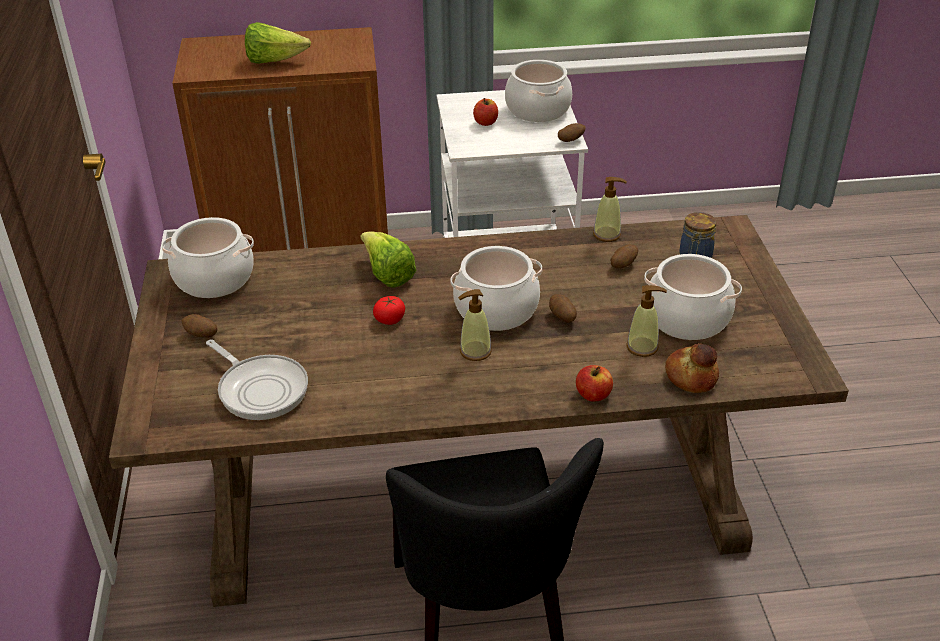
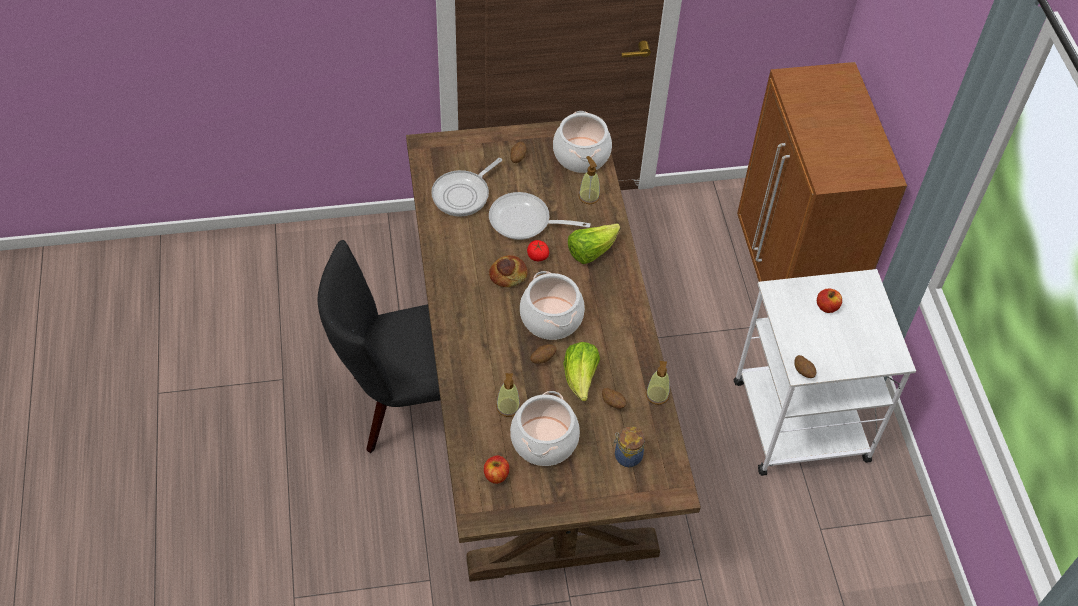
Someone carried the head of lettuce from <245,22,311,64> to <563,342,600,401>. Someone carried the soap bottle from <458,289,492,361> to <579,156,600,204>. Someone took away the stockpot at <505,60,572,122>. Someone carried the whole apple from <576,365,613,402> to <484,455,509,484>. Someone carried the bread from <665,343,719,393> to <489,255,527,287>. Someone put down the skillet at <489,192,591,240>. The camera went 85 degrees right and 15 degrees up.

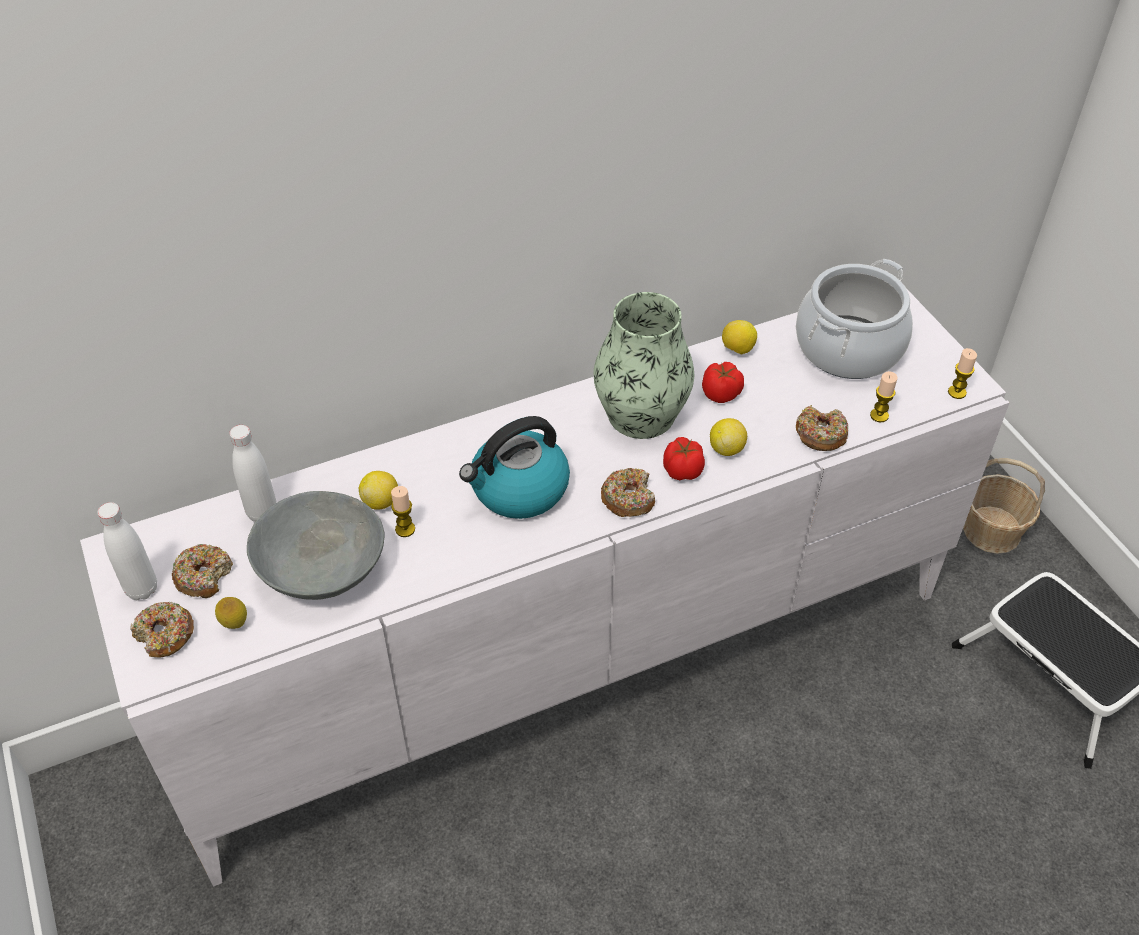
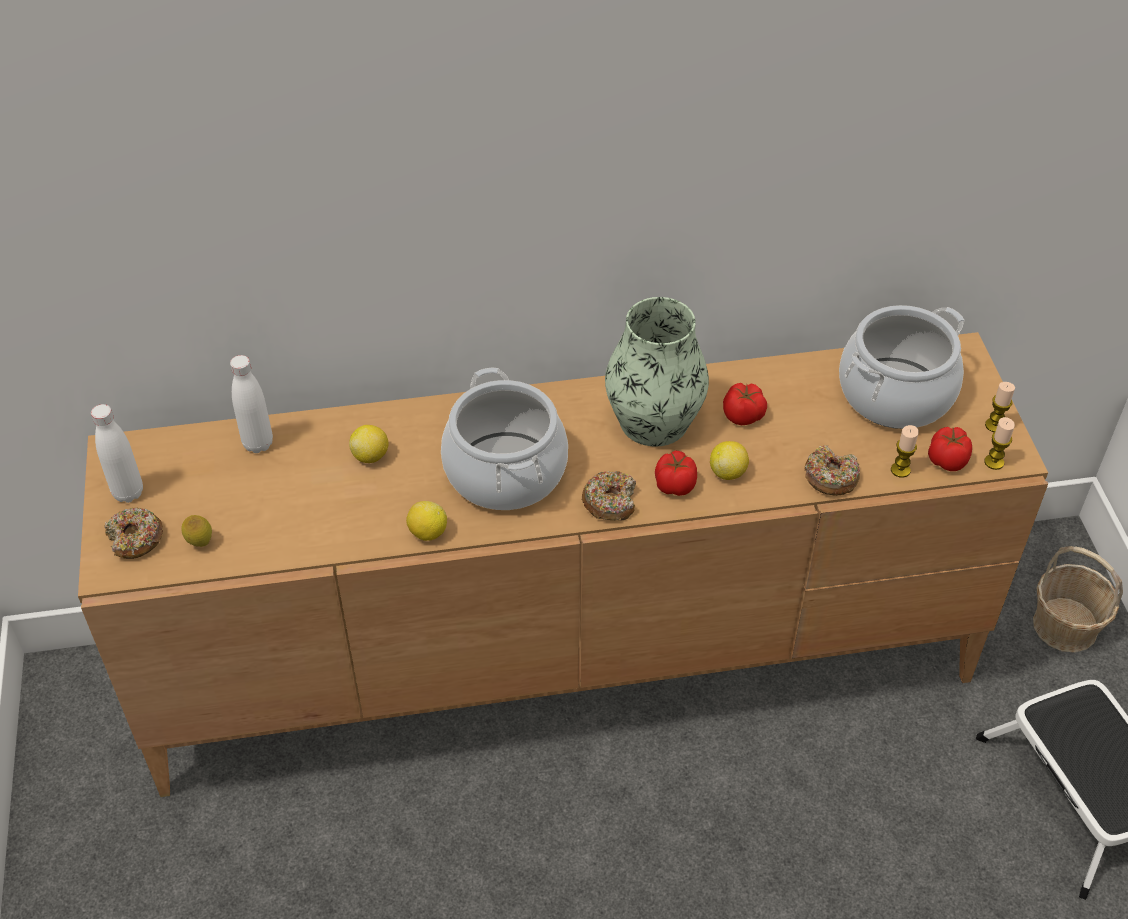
Someone repainted the white storage cabinet at <80,288,1010,887>, which became the brown storage cabinet at <78,332,1048,797>. Someone took away the ring doughnut at <172,544,233,598>. Someone took away the grey bowl at <247,491,385,600>. Someone carried the candle from <391,486,415,537> to <985,382,1015,432>. Someone swapped the water kettle at <459,416,570,519> for the stockpot at <441,367,568,510>. Someone carried the citrus fruit from <722,320,757,354> to <406,501,447,541>. Someone put down the whole tomato at <928,427,972,471>. The camera went 15 degrees right and 0 degrees up.

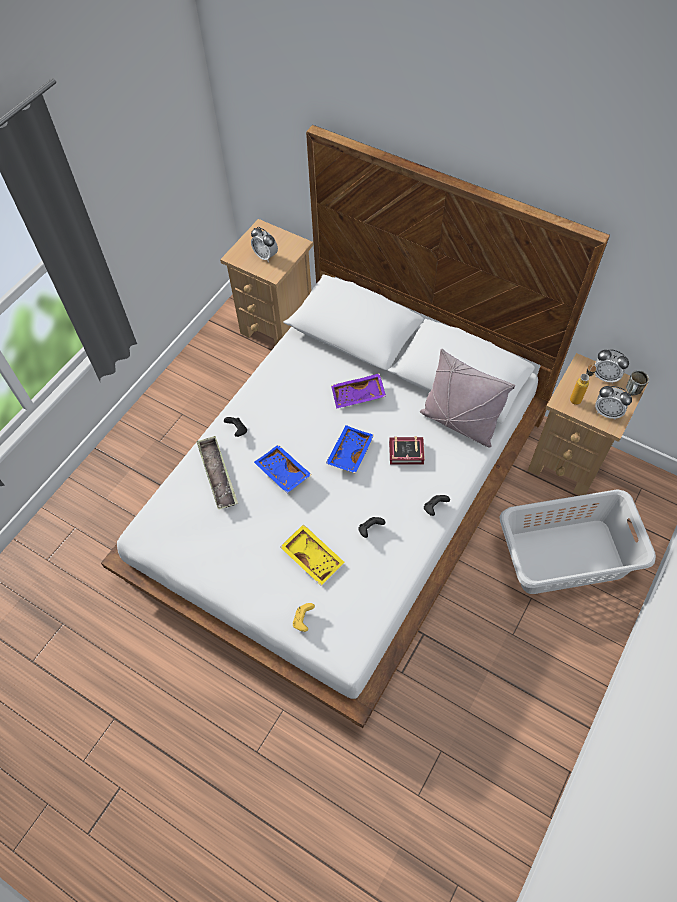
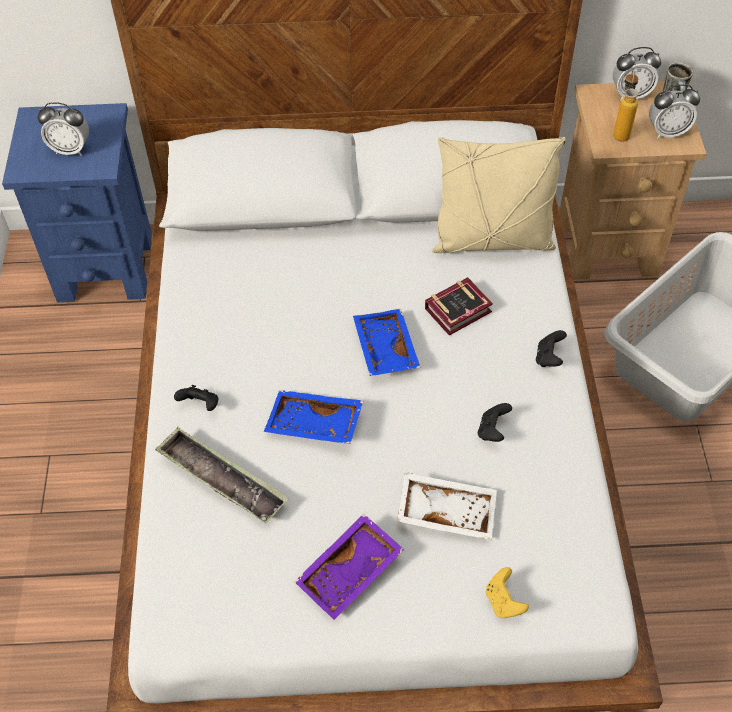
Someone repainted the beige-coloured night table at <220,219,313,346>, which became the bluish night table at <2,103,152,303>. Someone repainted the yellow tray at <280,524,344,586>, which became the white tray at <397,472,497,540>. Someone carried the purplish tray from <331,373,386,409> to <294,513,404,620>. Someone repainted the purplish cushion at <420,349,515,448>, which became the beige-coloured cushion at <433,137,566,253>. The camera went 35 degrees left and 5 degrees down.

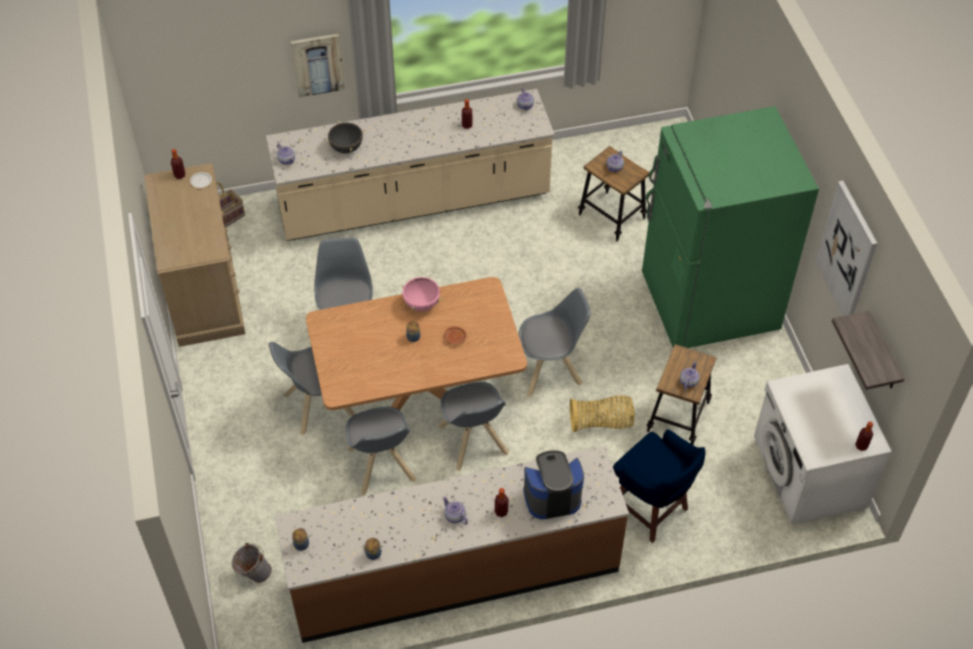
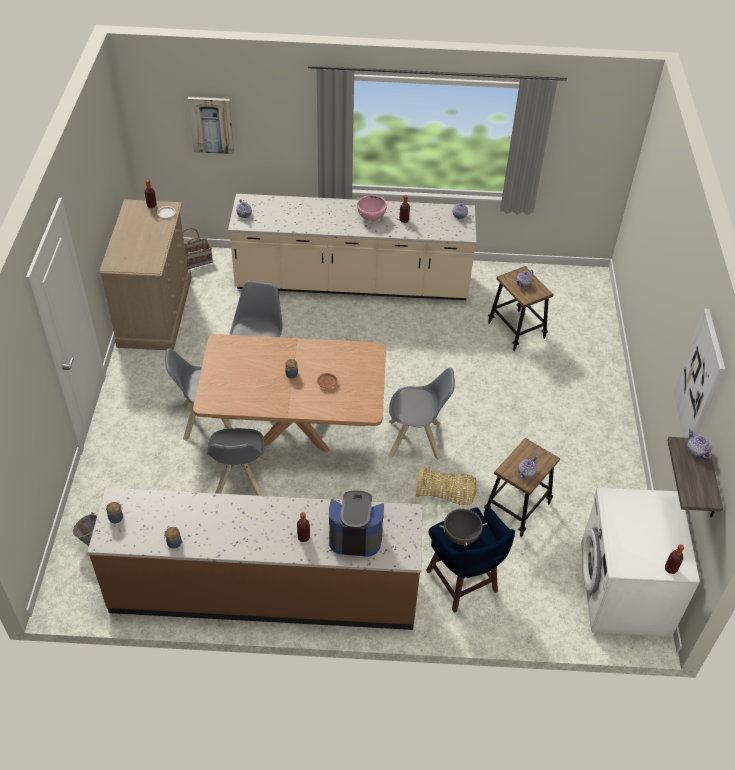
Someone carried the picture from <291,34,345,97> to <188,97,234,154>. Someone carried the black-coloured stockpot from <324,121,366,154> to <439,505,487,546>. Someone carried the pink stockpot from <400,275,443,311> to <357,195,387,221>. Someone took away the grey upright chair at <438,382,509,471>. Someone carried the pot for tea from <443,497,468,524> to <687,429,711,459>. Someone took away the green-coloured refrigerator at <642,106,819,348>. The camera went 15 degrees right and 5 degrees down.

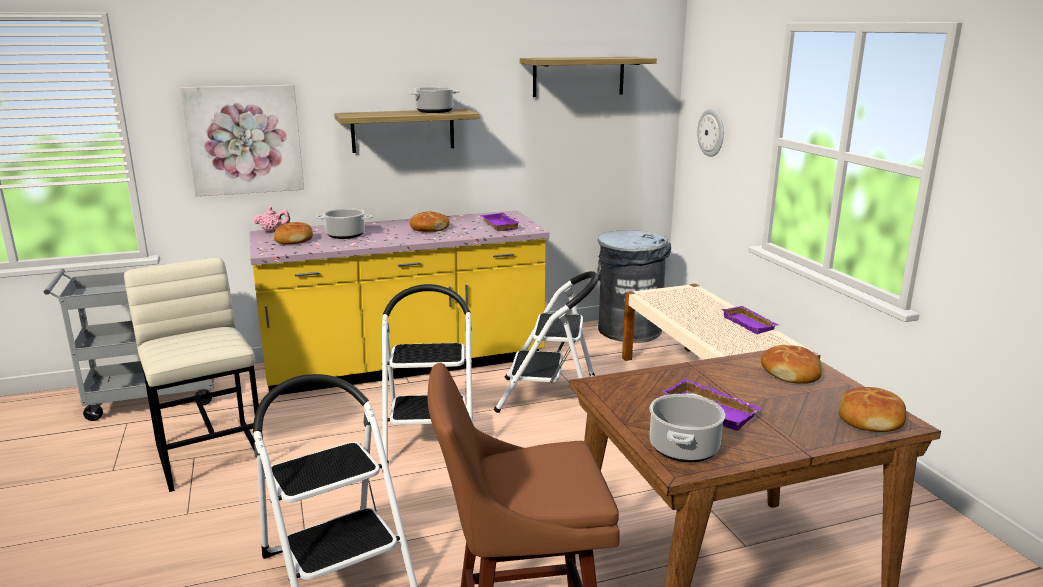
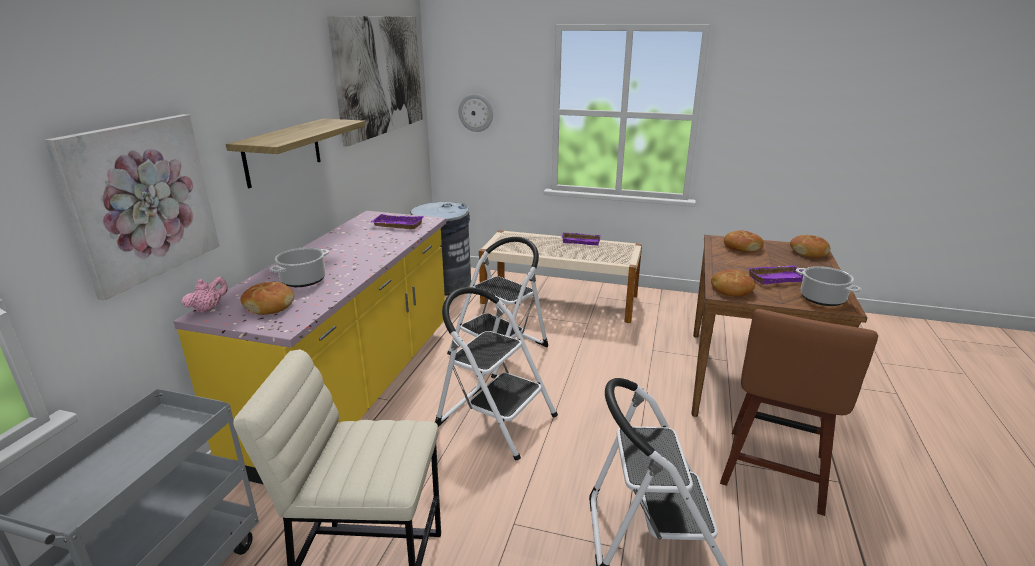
Someone took away the stockpot at <408,87,460,113>. Someone carried the bread from <410,211,450,232> to <711,269,755,297>. Someone swapped the shelf at <520,57,657,97> for the picture at <327,16,423,146>. The camera went 55 degrees left and 5 degrees up.

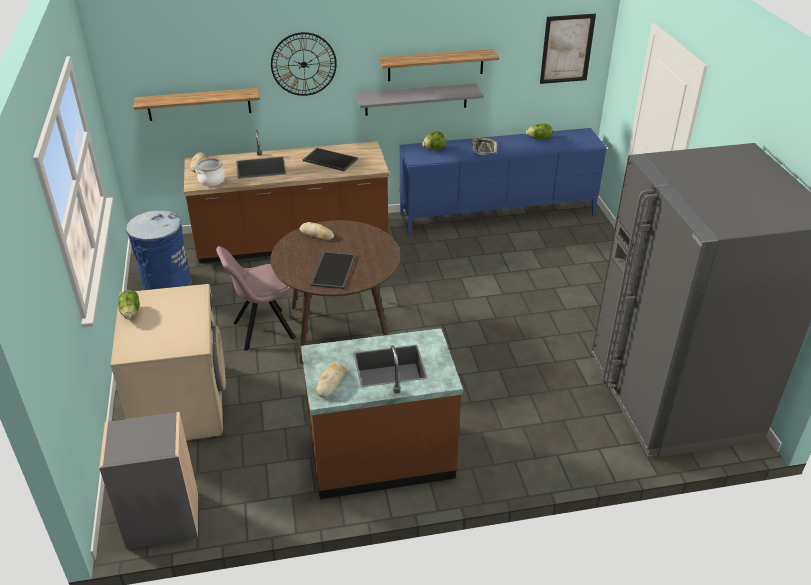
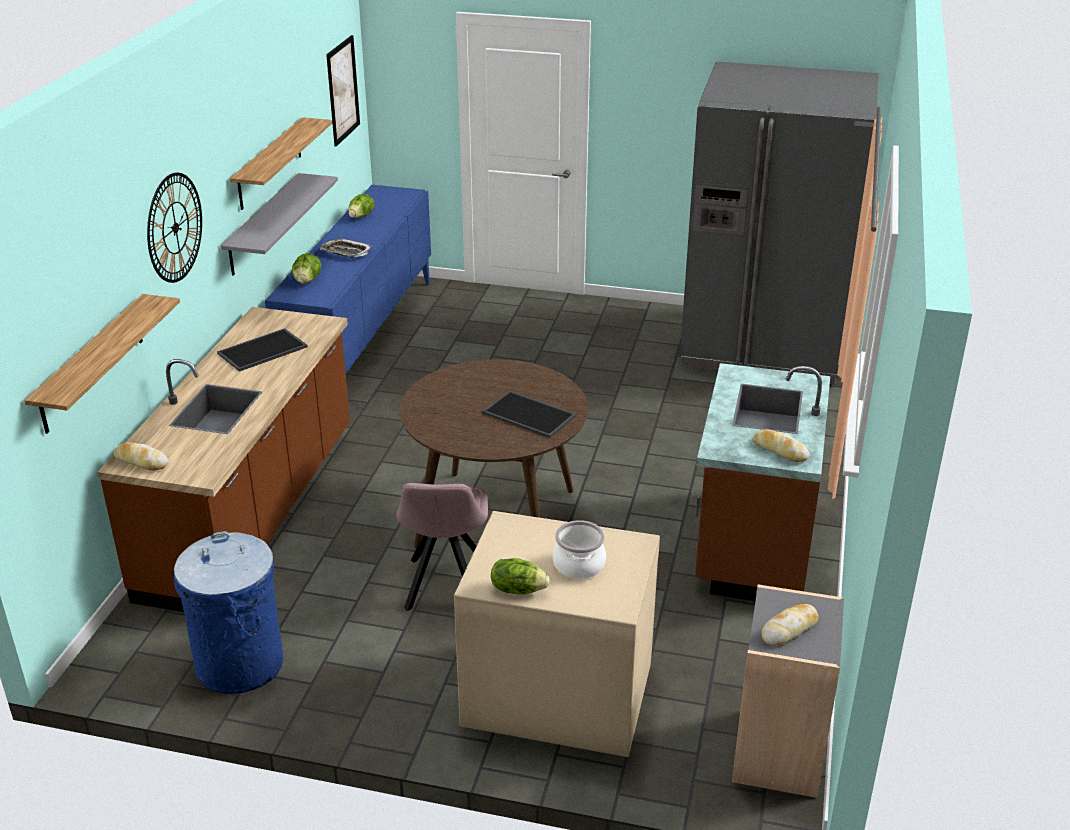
Someone carried the stockpot from <195,158,225,186> to <553,520,606,579>. Someone carried the bread from <300,222,334,241> to <761,604,818,646>. The camera went 65 degrees left and 5 degrees down.

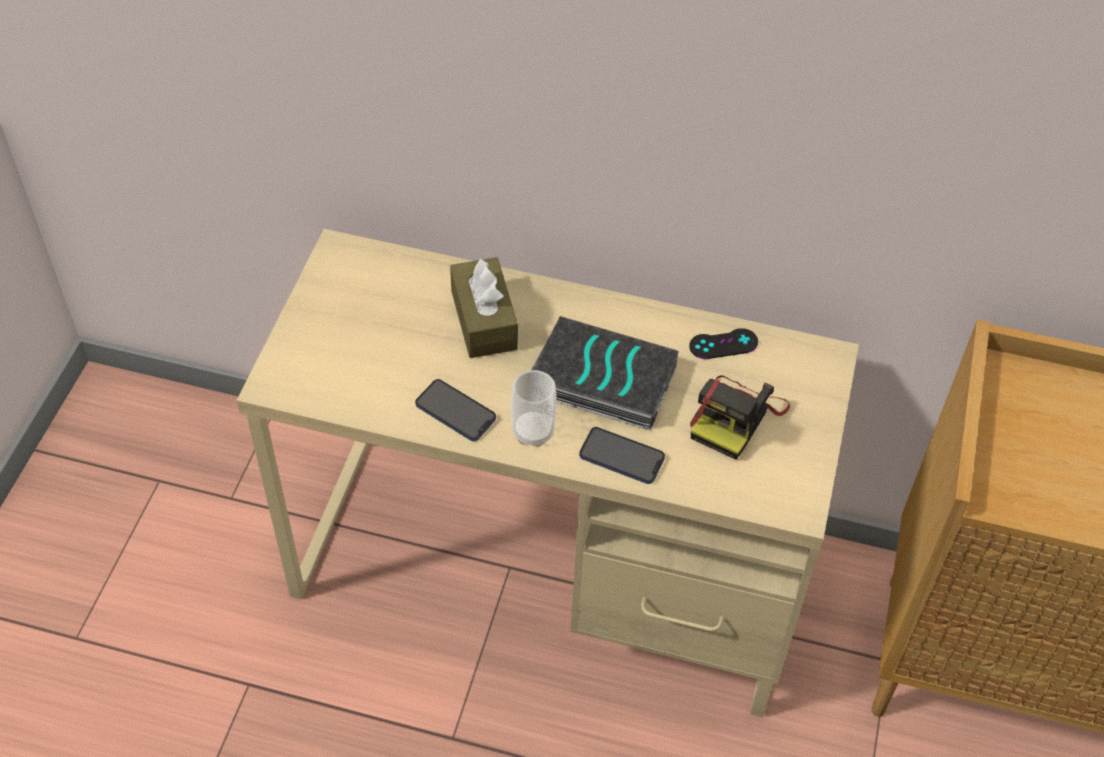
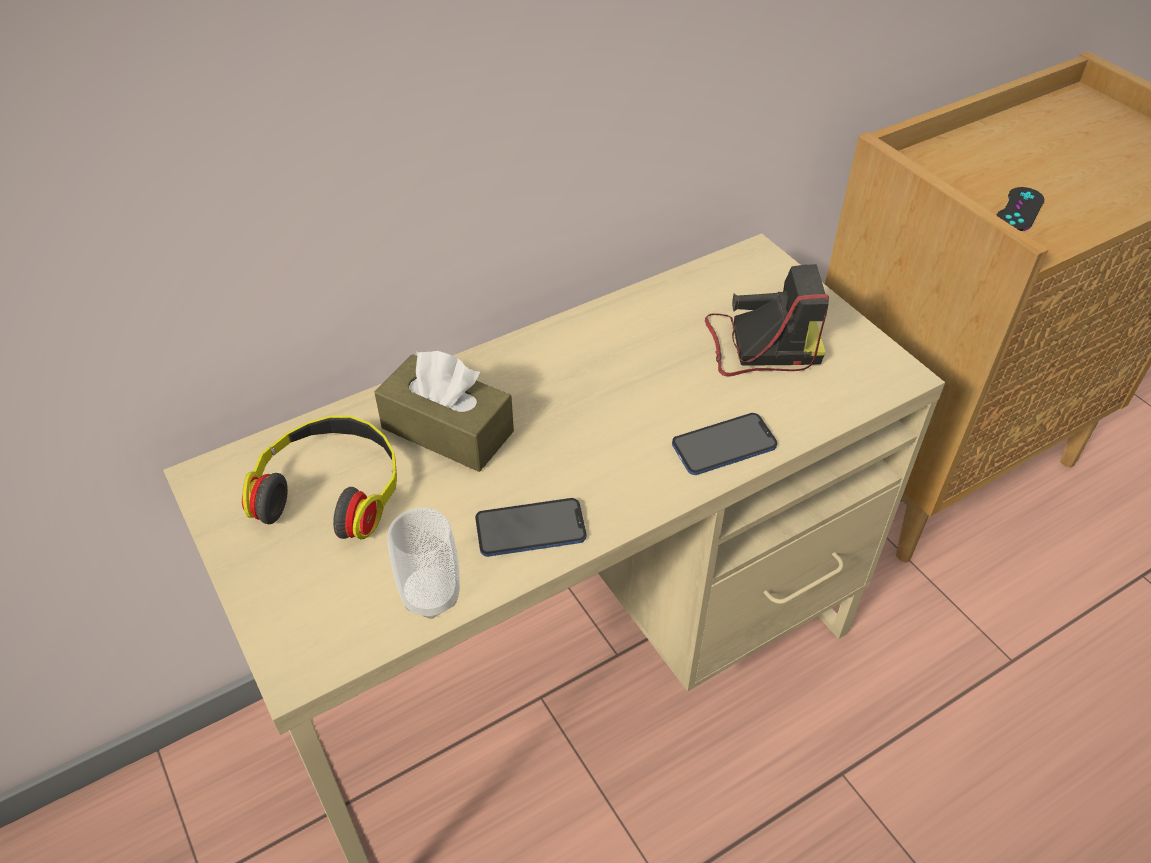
Someone carried the cup from <511,370,557,447> to <387,508,460,619>. Someone took away the book at <532,316,678,431>. Someone carried the black-coloured game controller from <689,328,758,359> to <996,187,1045,231>. Someone rotated the still camera at <690,375,790,460> by 75 degrees counterclockwise. Someone put down the headphones at <242,416,397,539>. The camera went 45 degrees left and 5 degrees down.

